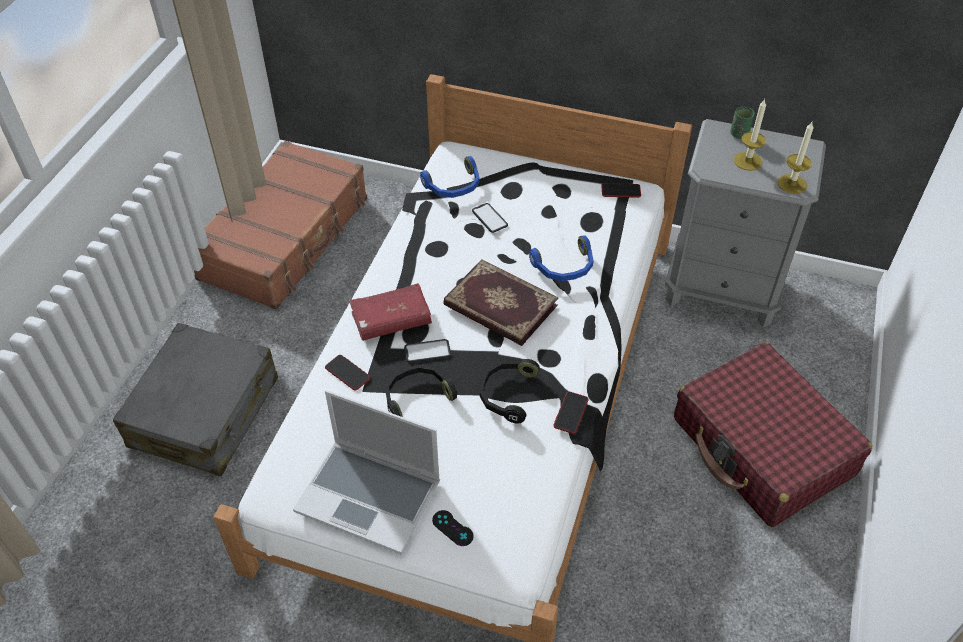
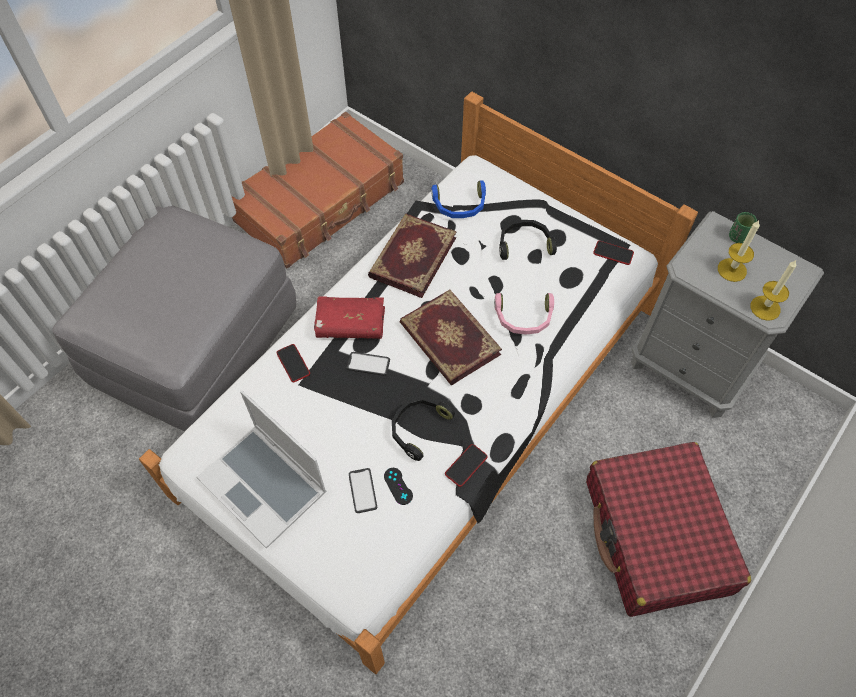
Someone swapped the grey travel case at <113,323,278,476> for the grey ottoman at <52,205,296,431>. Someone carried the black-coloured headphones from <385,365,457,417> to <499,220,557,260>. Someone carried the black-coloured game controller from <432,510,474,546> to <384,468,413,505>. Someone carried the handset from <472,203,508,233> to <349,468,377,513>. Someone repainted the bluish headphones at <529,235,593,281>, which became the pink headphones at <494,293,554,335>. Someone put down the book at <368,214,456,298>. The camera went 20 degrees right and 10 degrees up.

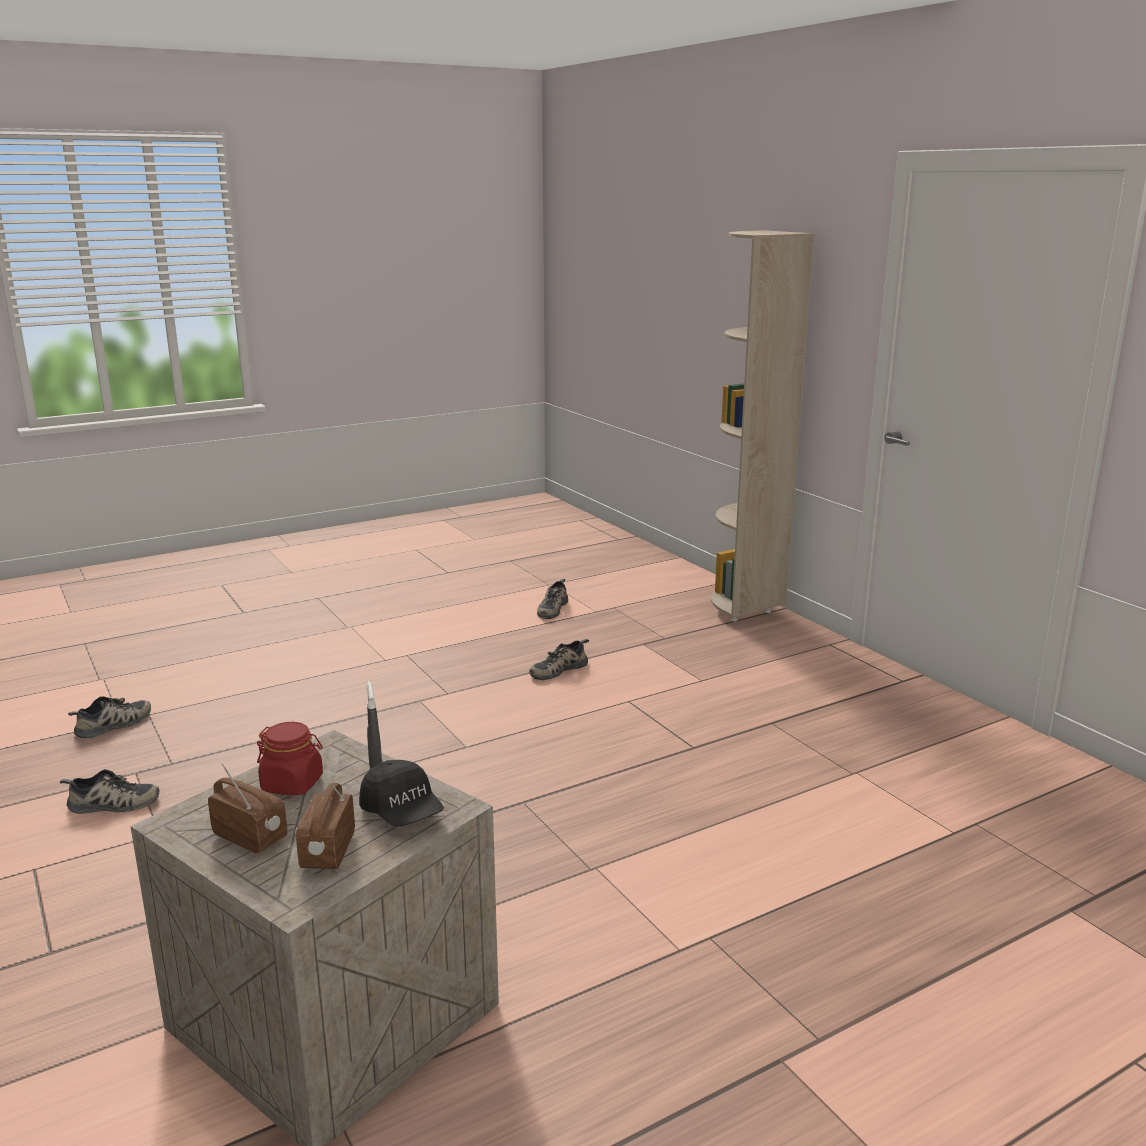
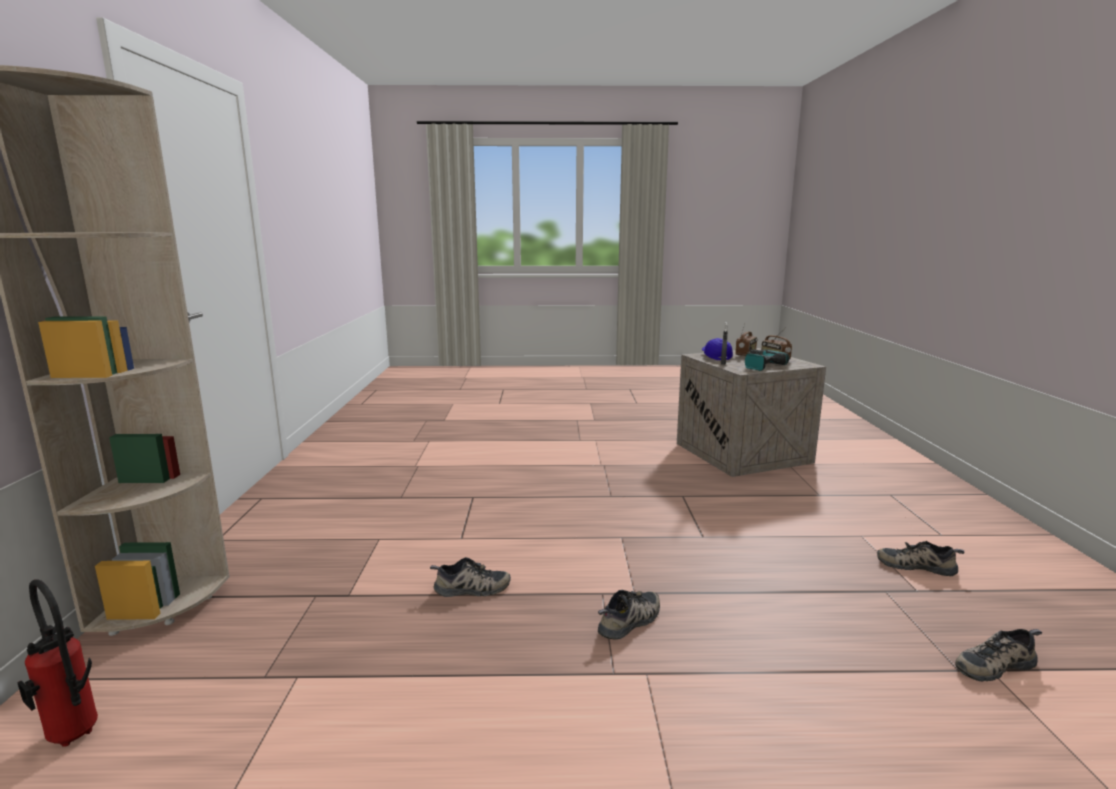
Someone swapped the reddish storage jar at <257,722,323,795> for the electric drill at <745,349,789,371>. Someone repainted the black-coloured cap at <359,760,444,827>, which became the bluish cap at <702,338,733,360>. Someone carried the shoe from <537,579,568,619> to <598,590,660,640>. Someone put down the fire-fighting cylinder at <17,579,98,747>. The camera went 150 degrees left and 5 degrees down.

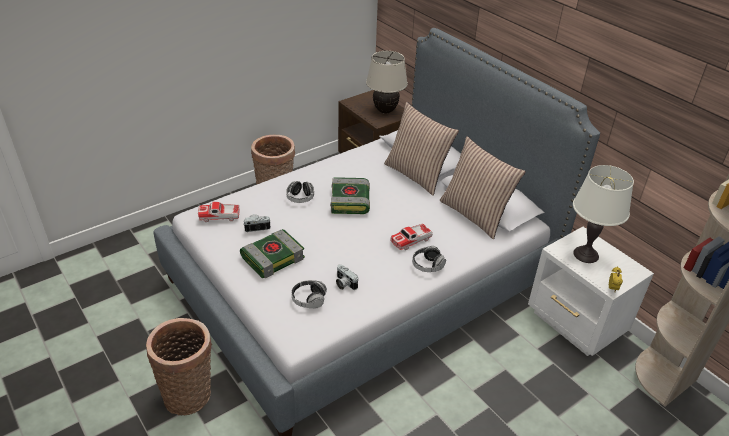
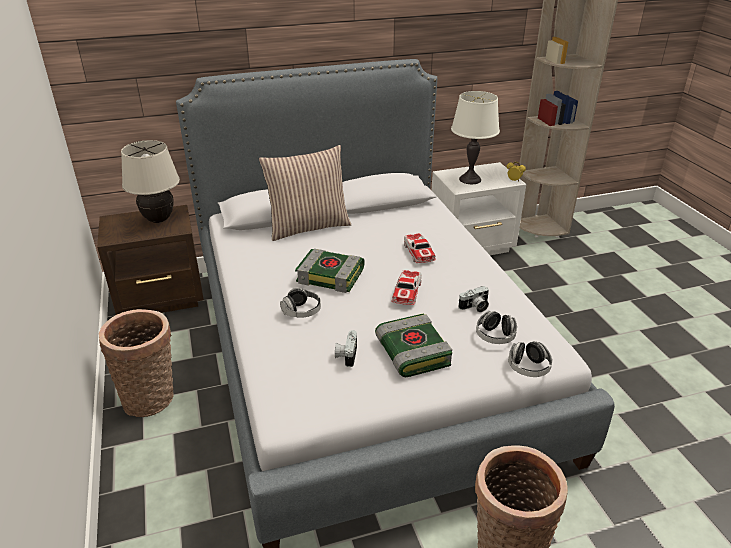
Someone carried the model car from <198,202,240,222> to <391,270,422,305>. Someone carried the headphones from <412,246,446,272> to <508,341,552,377>. Someone took away the cushion at <440,136,526,239>. The camera went 70 degrees left and 5 degrees down.

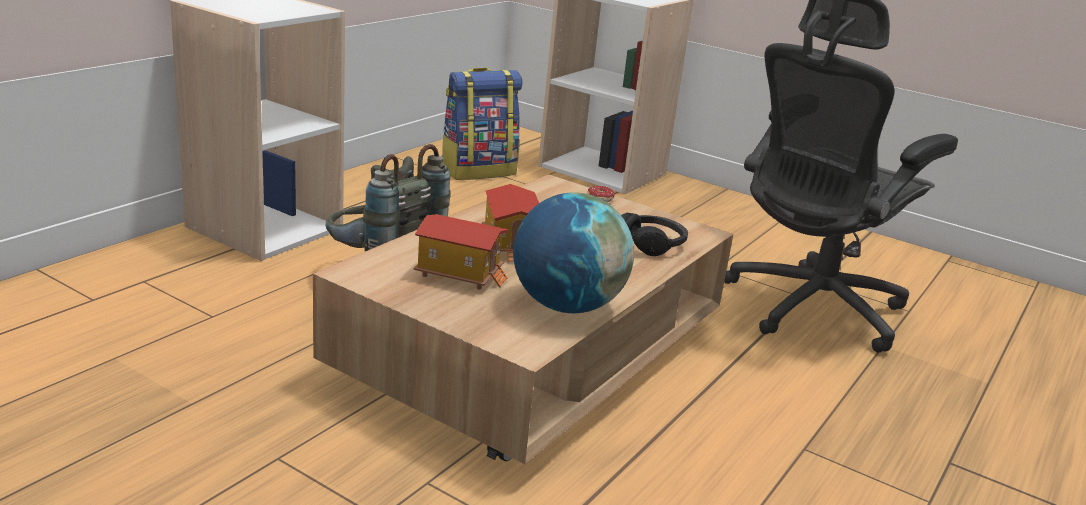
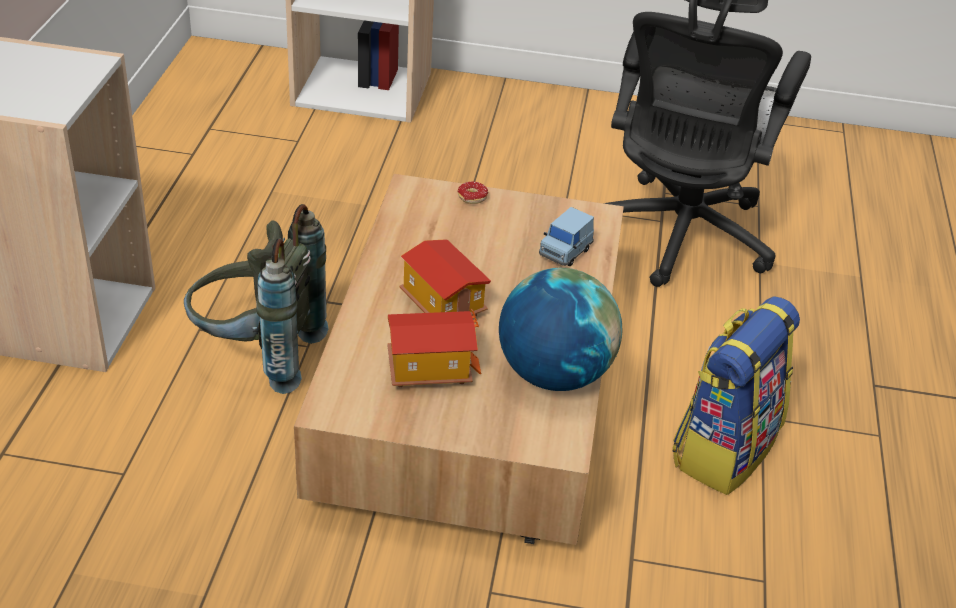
Someone carried the knapsack from <442,68,522,180> to <672,296,800,495>. Someone swapped the black-coloured headphones at <621,213,688,256> for the bluish model car at <539,207,594,266>. The camera went 25 degrees left and 15 degrees up.

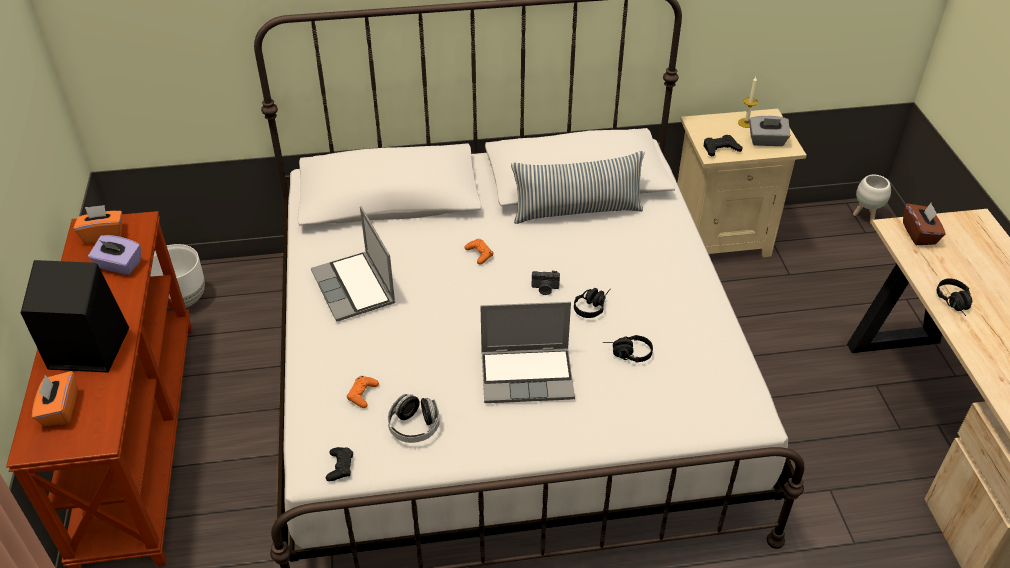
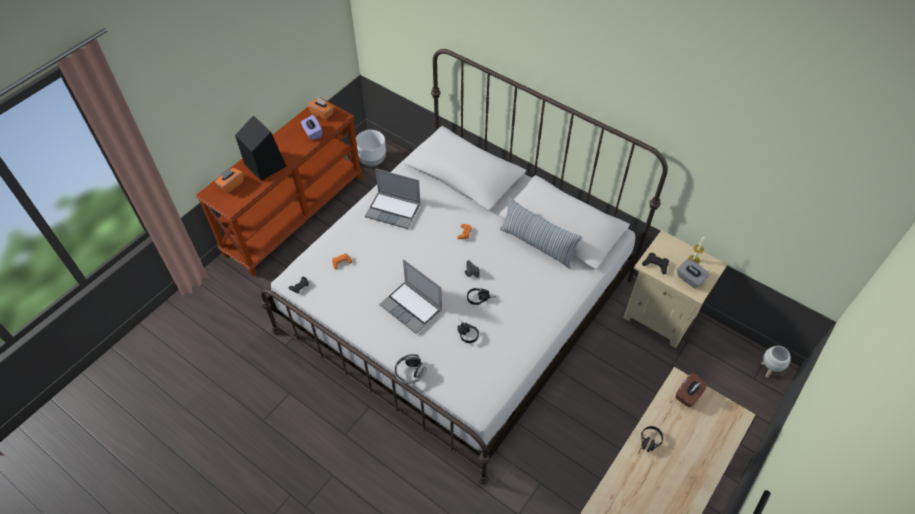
Someone rotated the laptop at <311,206,396,322> by 90 degrees counterclockwise. Someone carried the headphones from <388,394,440,443> to <394,354,427,384>. The camera went 45 degrees right and 10 degrees up.

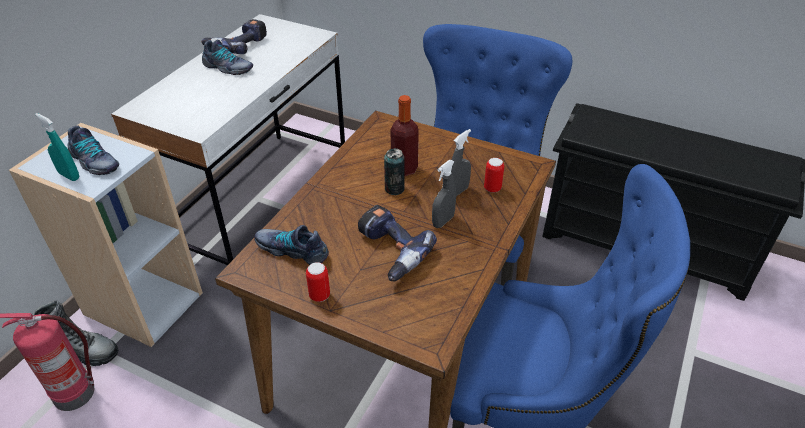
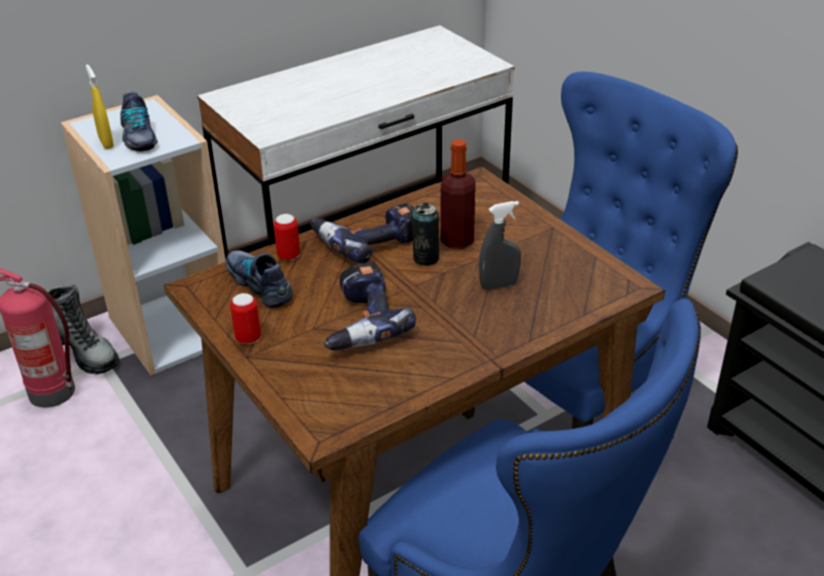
Someone repainted the turquoise sprayer at <35,113,79,181>, which became the yellow sprayer at <86,64,114,149>. Someone carried the electric drill from <201,19,267,54> to <310,203,415,264>. Someone took away the shoe at <202,40,253,75>. Someone took away the grey sprayer at <432,160,456,228>. Someone carried the sealed can from <484,158,504,193> to <274,214,300,261>. The camera went 30 degrees right and 5 degrees down.

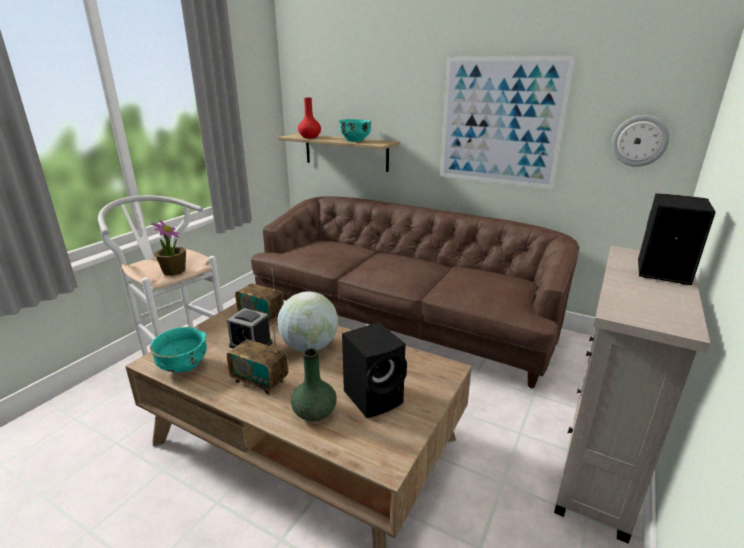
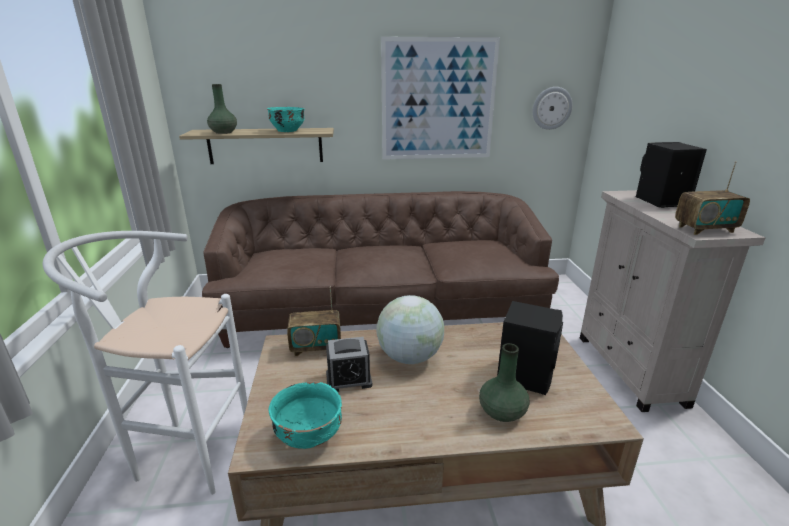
Someone took away the houseplant at <151,220,186,276>. Someone carried the radio set from <227,325,288,395> to <675,161,750,235>. Someone repainted the reddish vase at <298,98,321,138>, which became the green-coloured vase at <207,84,237,134>. The camera went 35 degrees left and 0 degrees up.

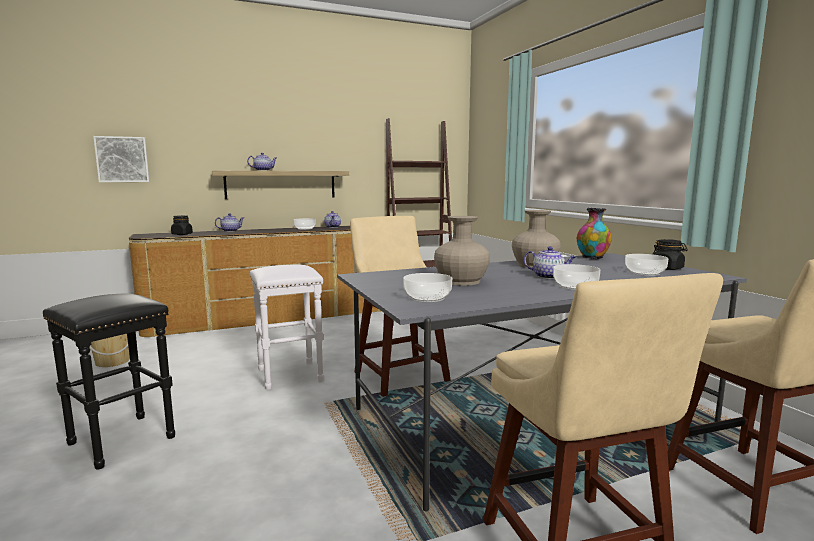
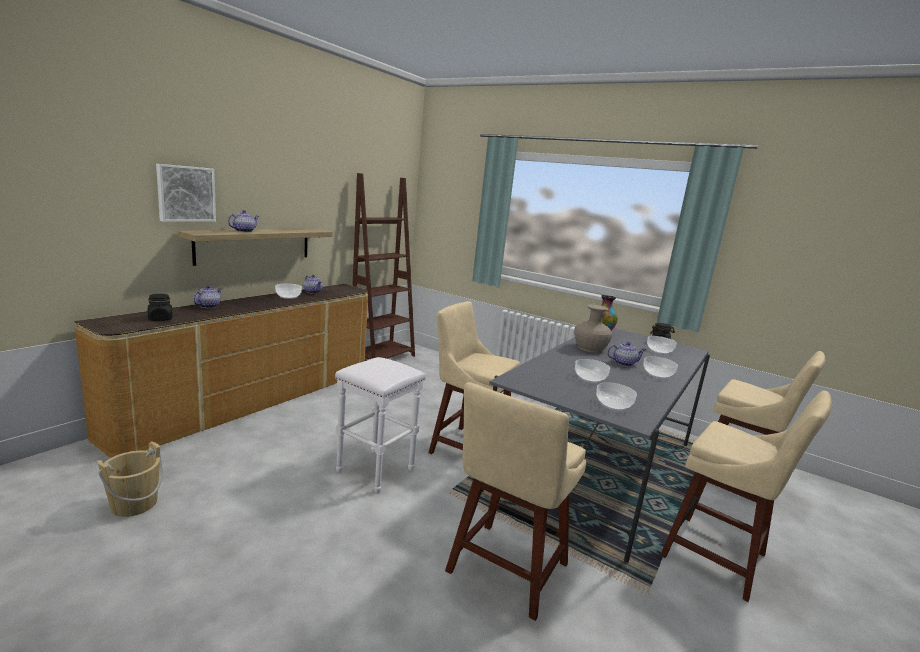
Someone took away the black-coloured stool seat at <43,293,175,470>. Someone carried the picture from <93,136,150,182> to <156,164,216,222>. Someone swapped the beige-coloured vase at <434,216,490,286> for the bowl at <575,359,610,383>. Someone put down the beige-coloured upright chair at <445,382,586,621>. The camera went 35 degrees left and 5 degrees up.

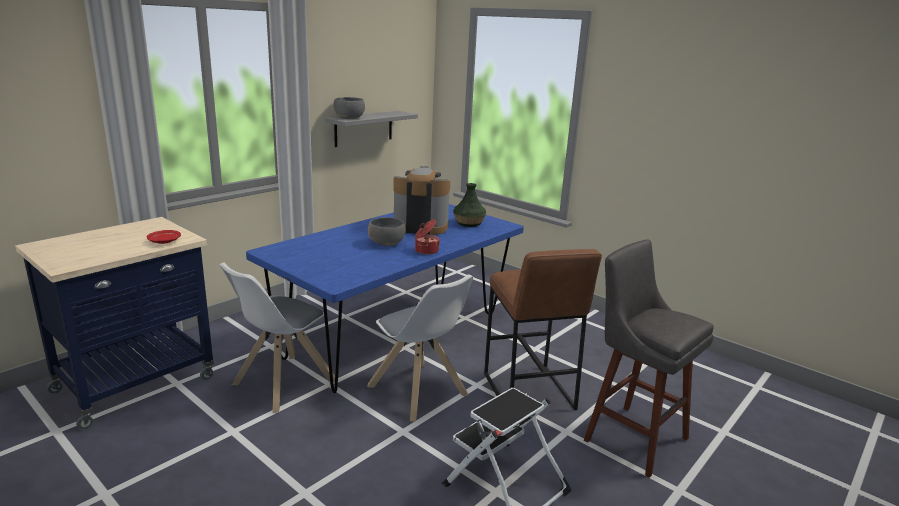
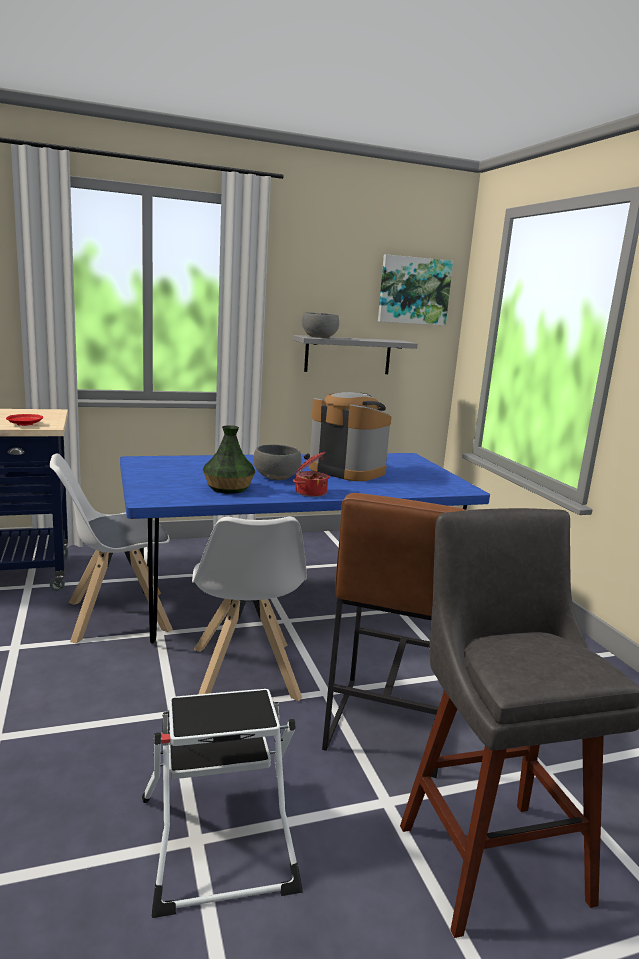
Someone carried the vase from <453,183,486,227> to <203,425,256,494>. Someone put up the picture at <378,254,453,325>. The camera went 30 degrees right and 5 degrees down.

